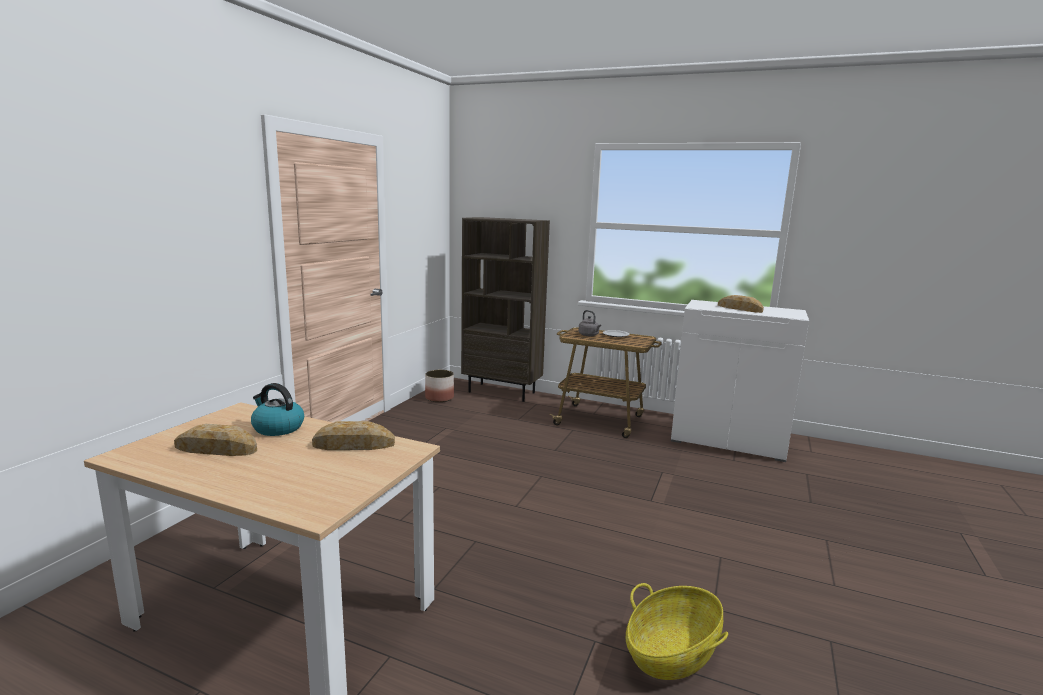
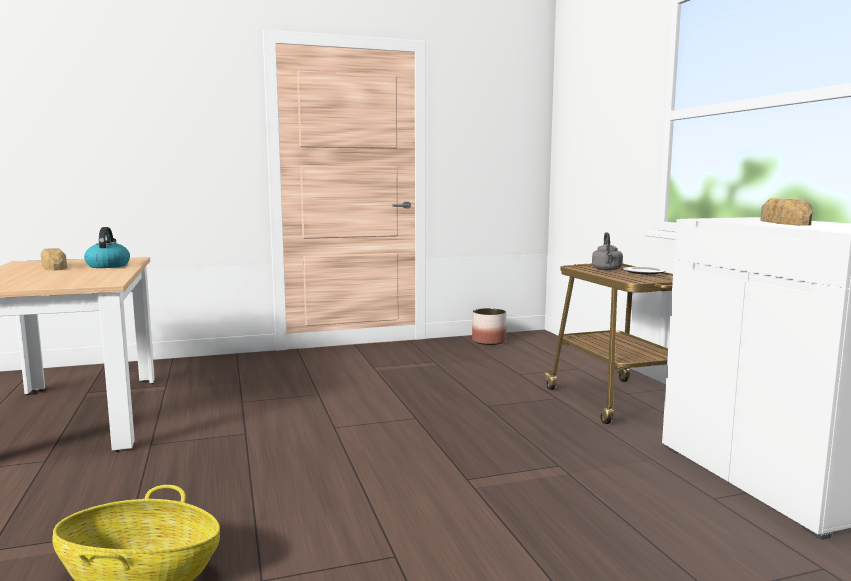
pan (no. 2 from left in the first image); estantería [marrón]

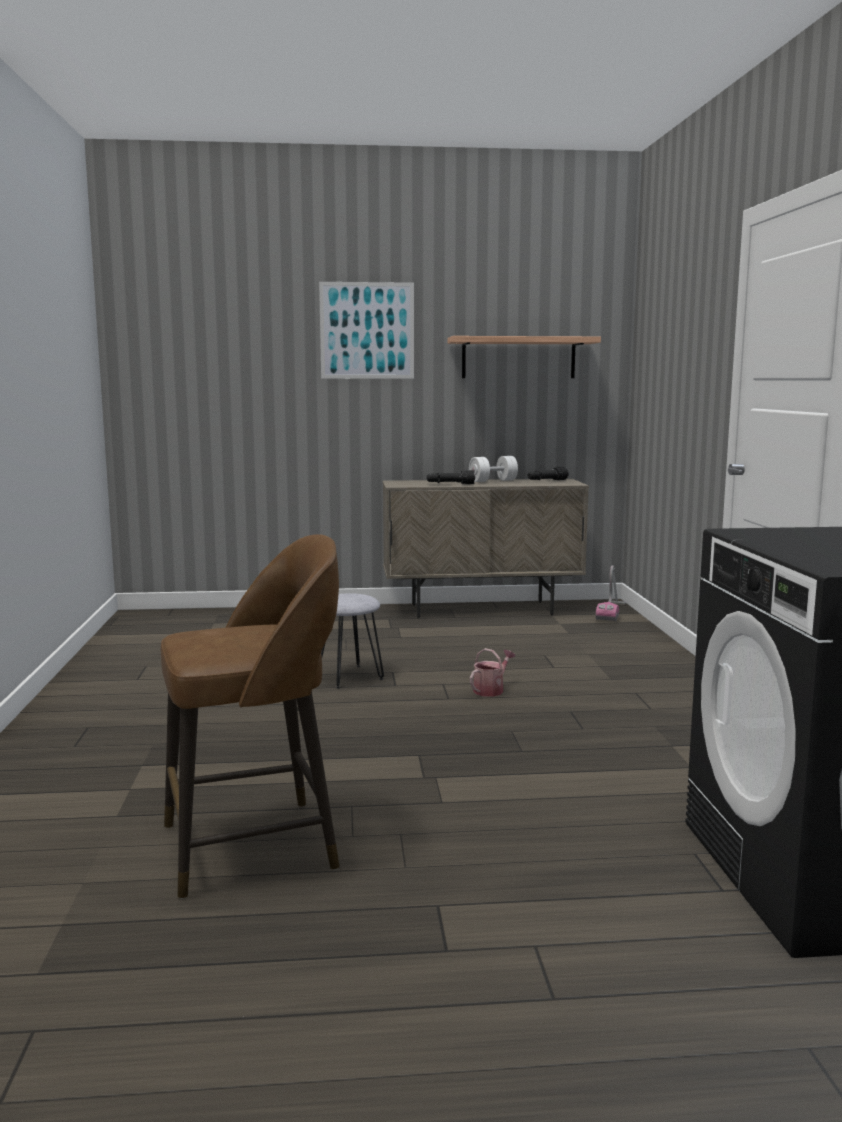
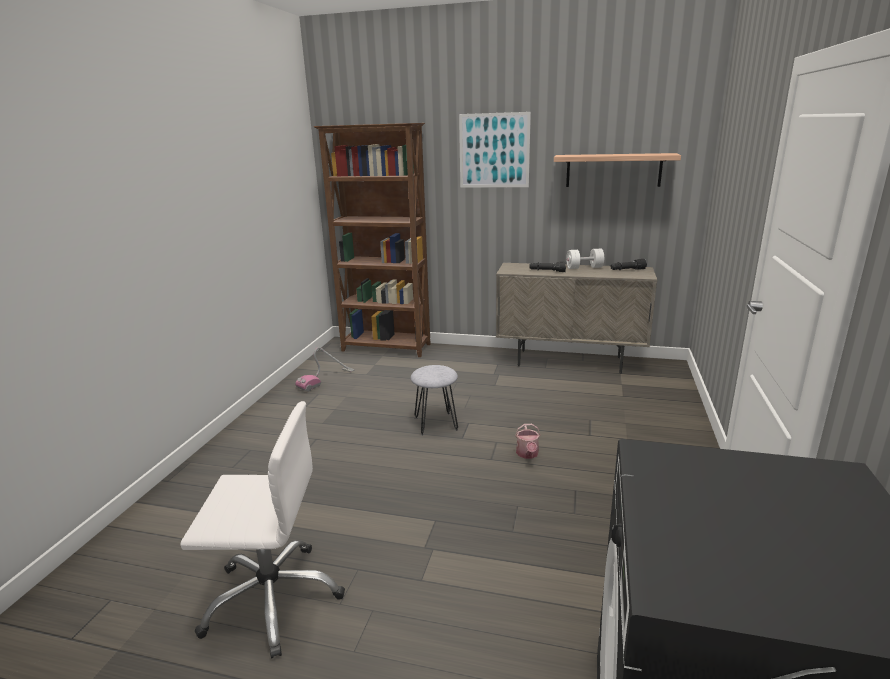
silla de oficina [blanco]; aspiradora; estantería [marrón]; regadera

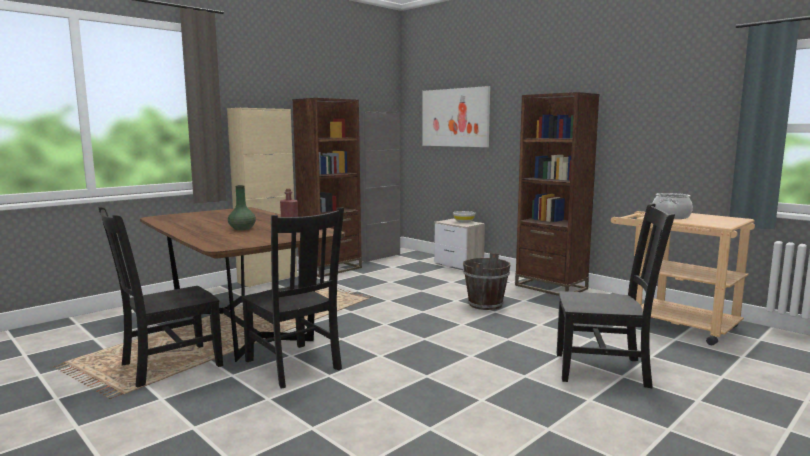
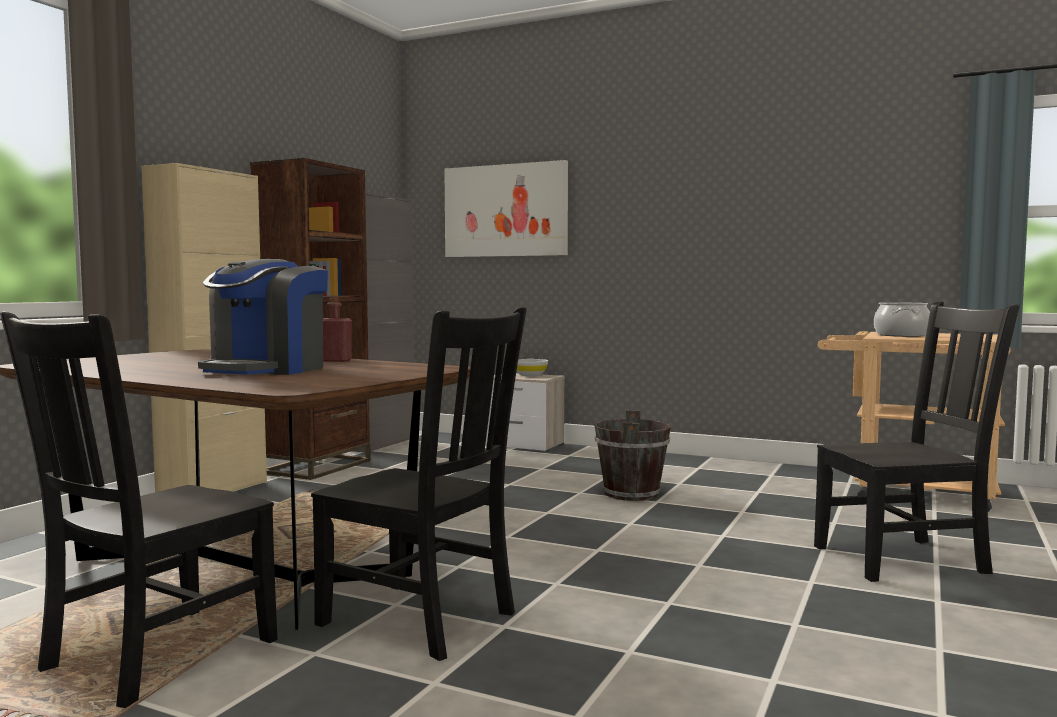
cafetera; estantería [marrón] (no. 2 from left in the first image)

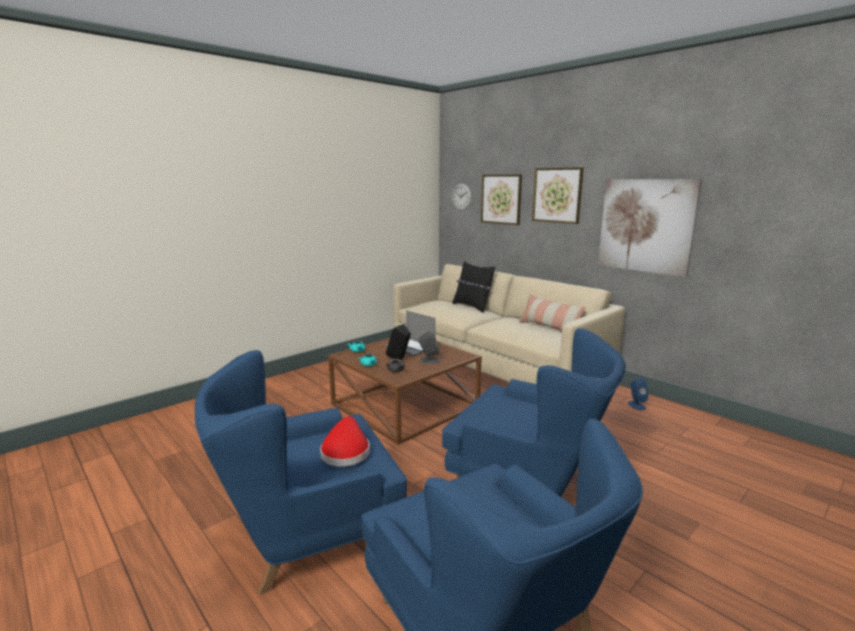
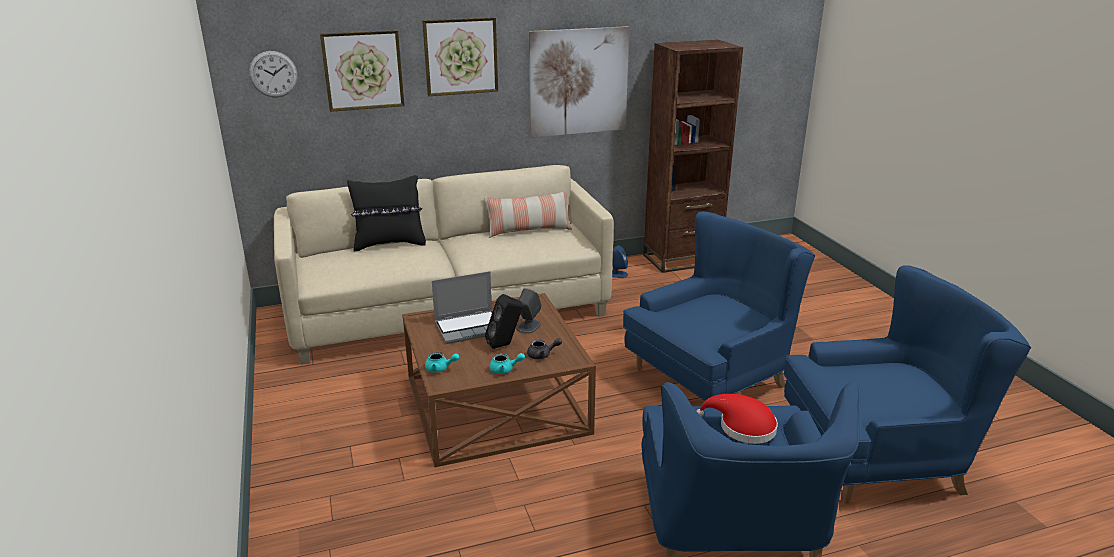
estantería [marrón]

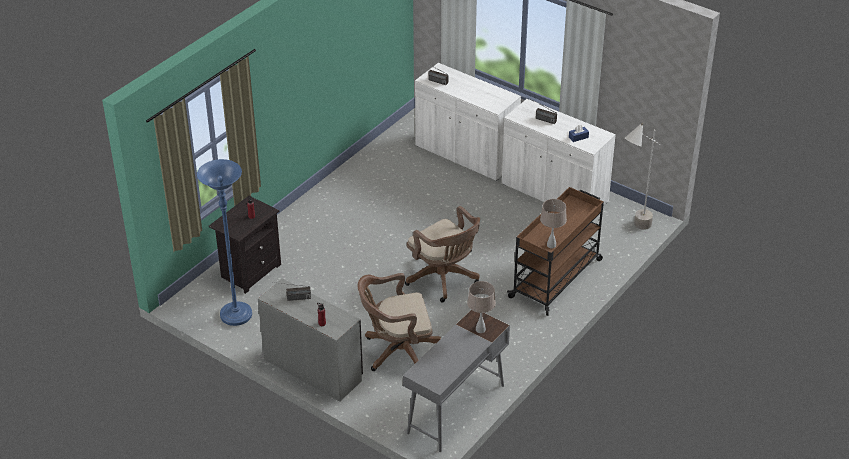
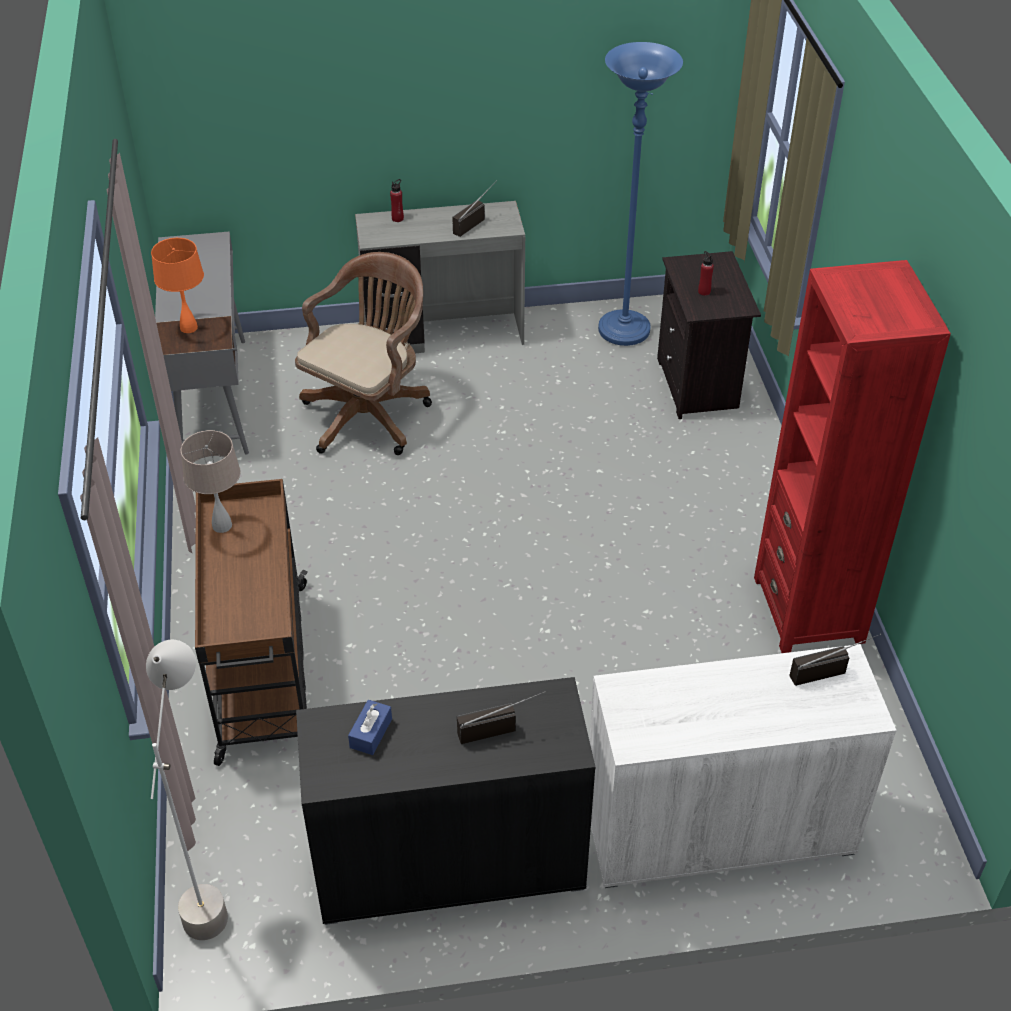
lámpara de mesa [naranja]; armario [negro]; estantería [rojo]; silla de oficina [marrón] (no. 2 from left in the first image)

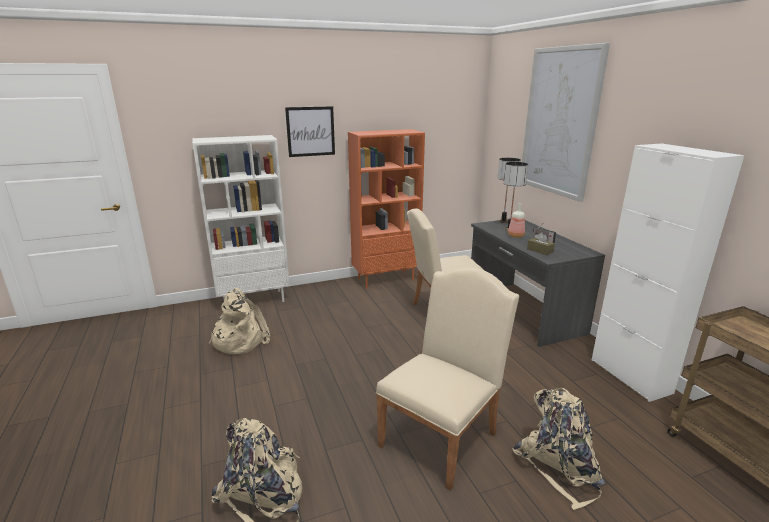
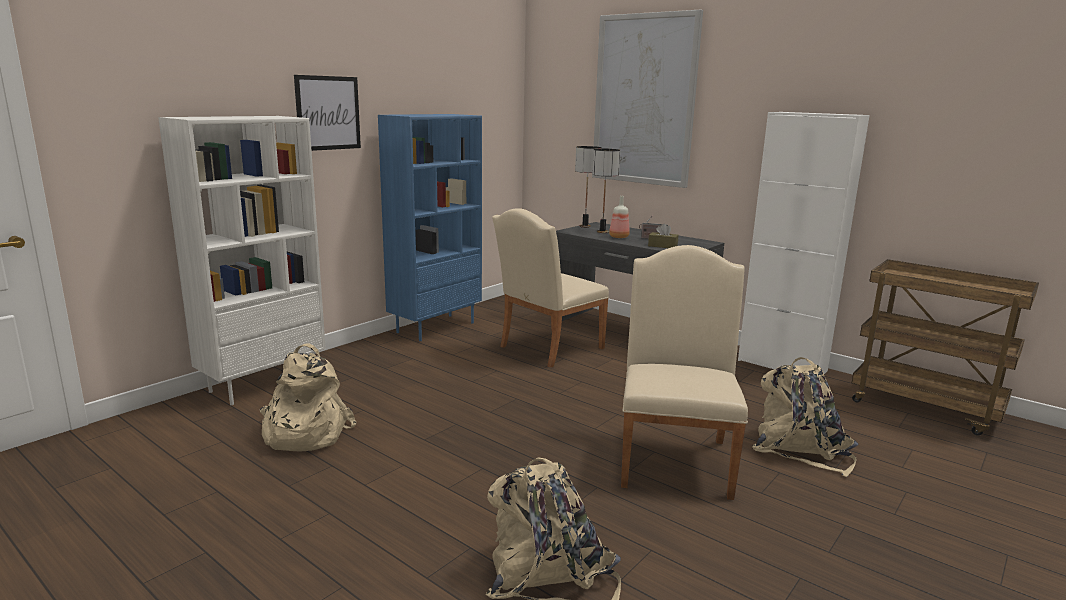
estantería [azul]

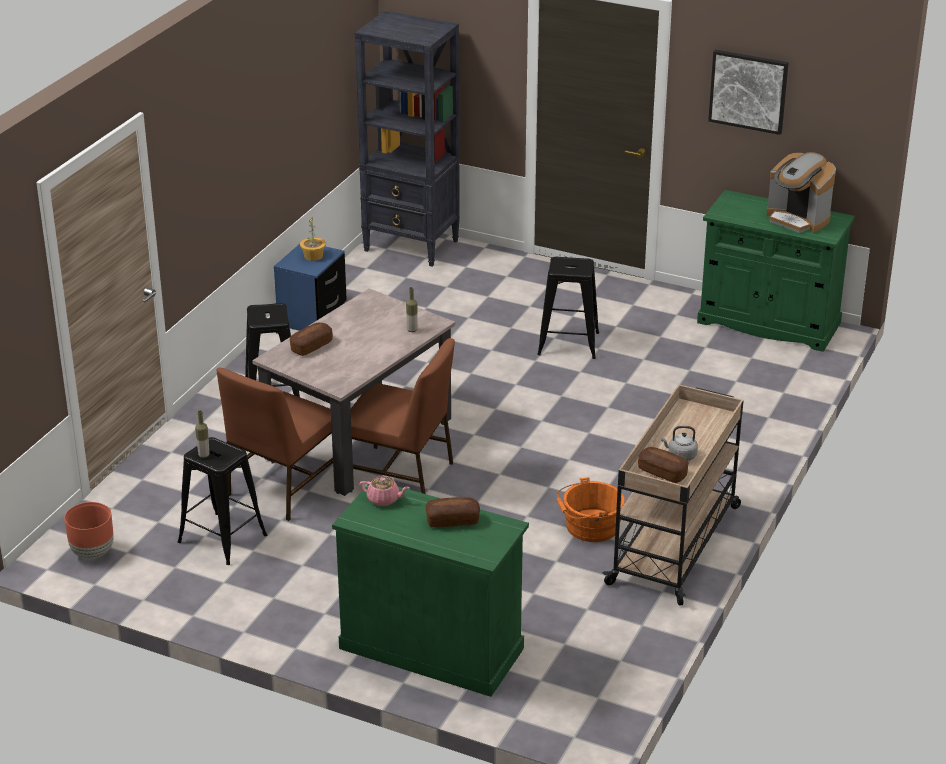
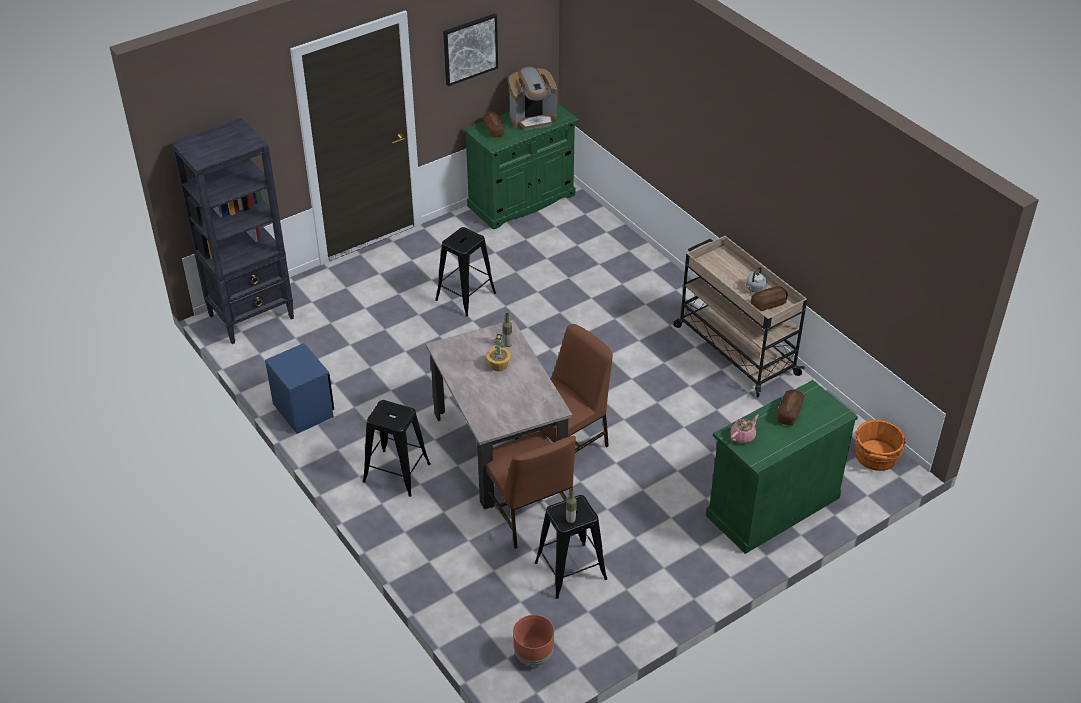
pan (no. 1 from left); planta en maceta; cubo [naranja]

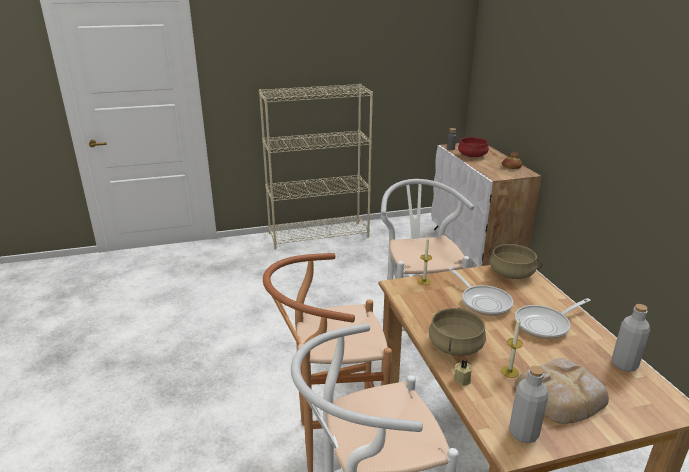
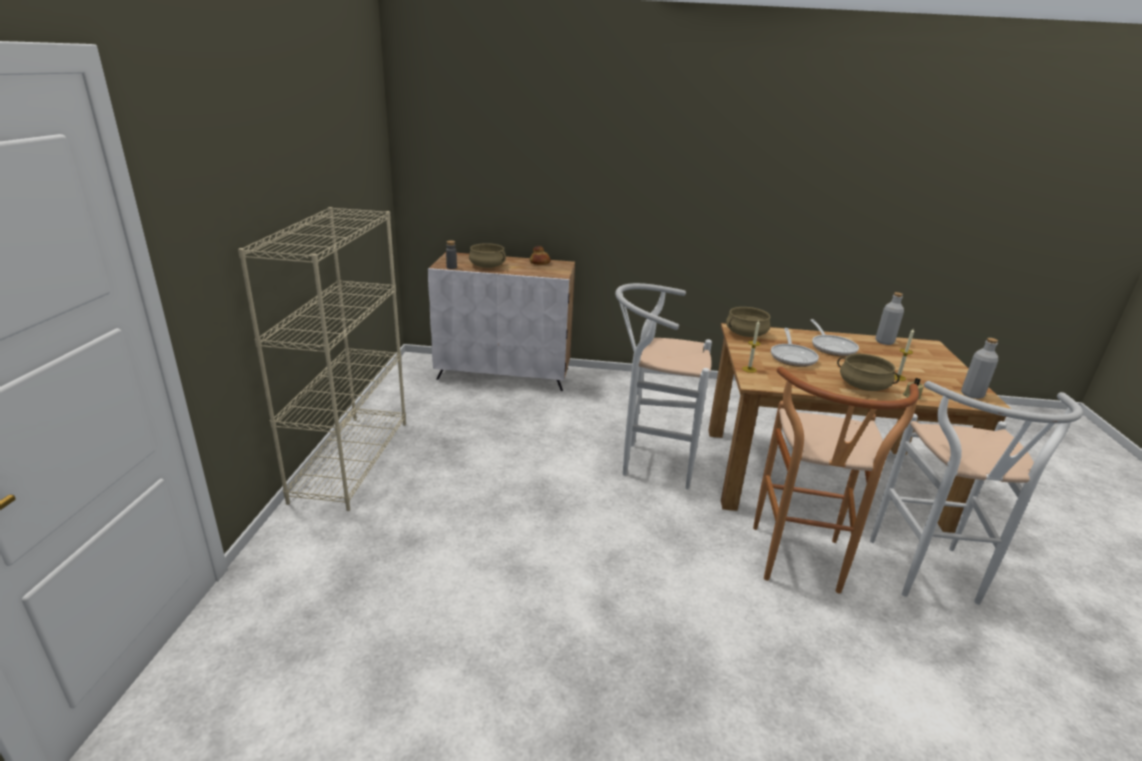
olla [beis] (no. 1 from left); sartén (no. 1 from left); pan (no. 2 from left in the first image)

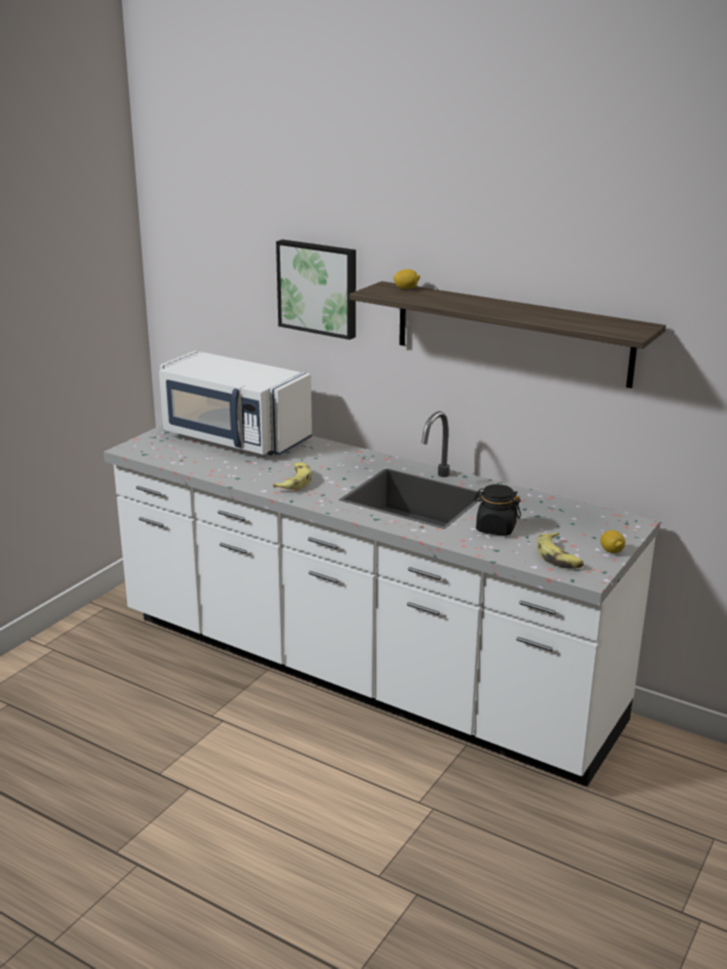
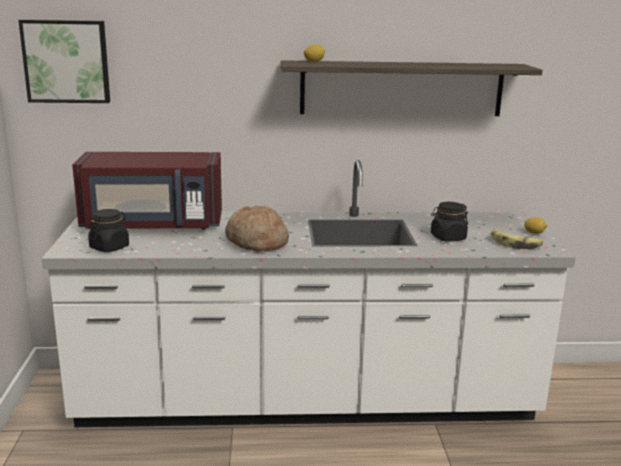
cuadro; microondas [rojo]; tarro [negro] (no. 1 from left); pan

